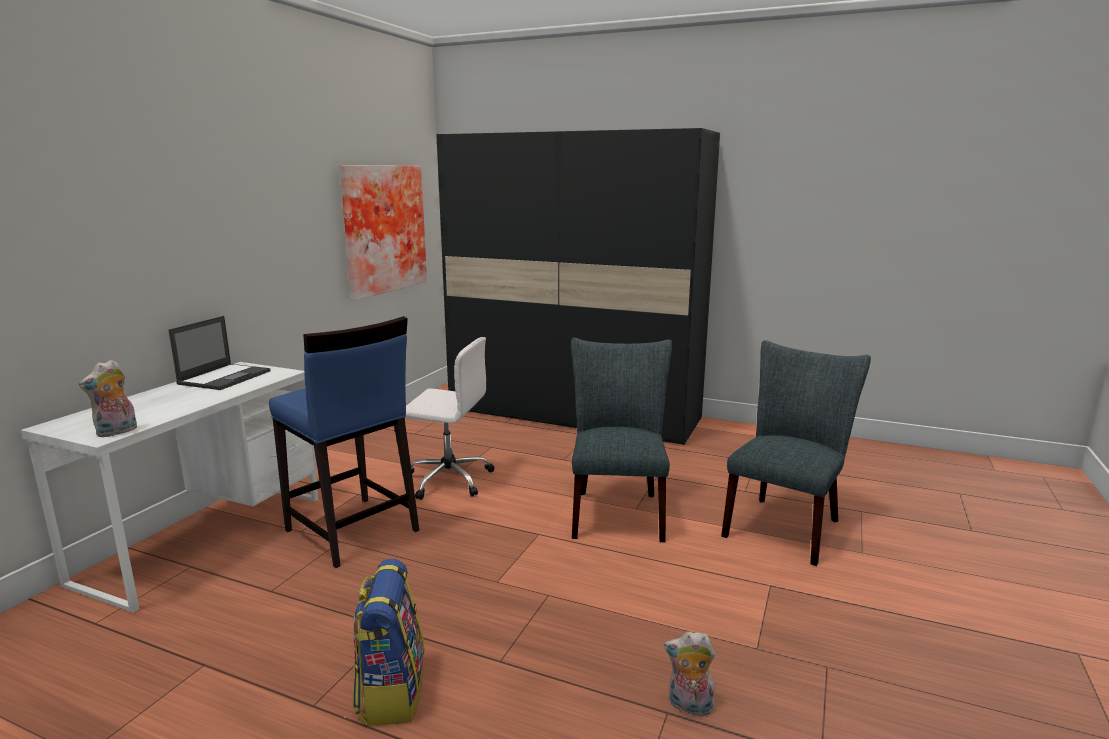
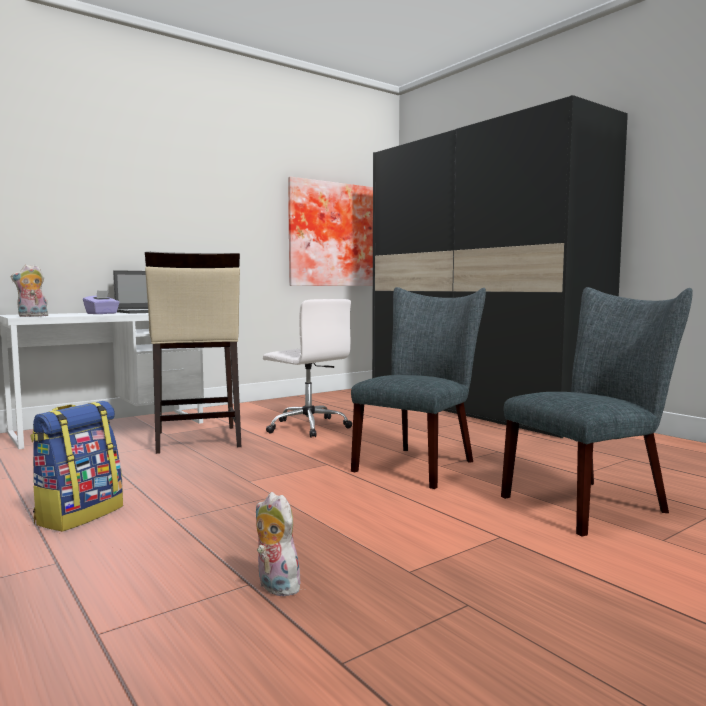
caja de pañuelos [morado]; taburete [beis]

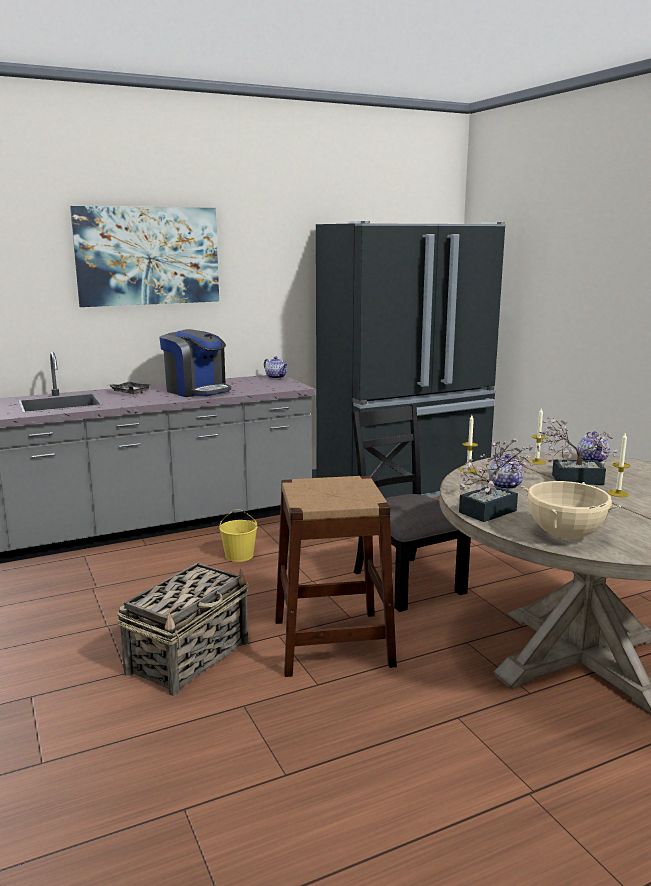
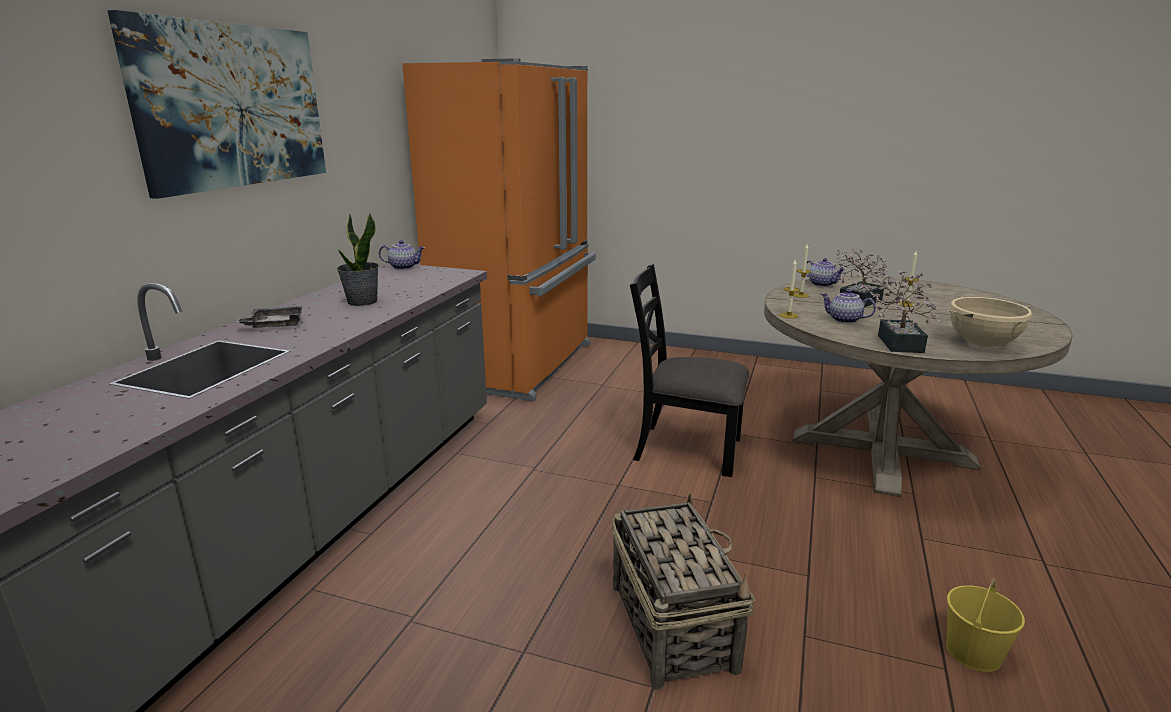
planta en maceta (no. 1 from left); nevera [naranja]; cubo [amarillo]; taburete [marrón]

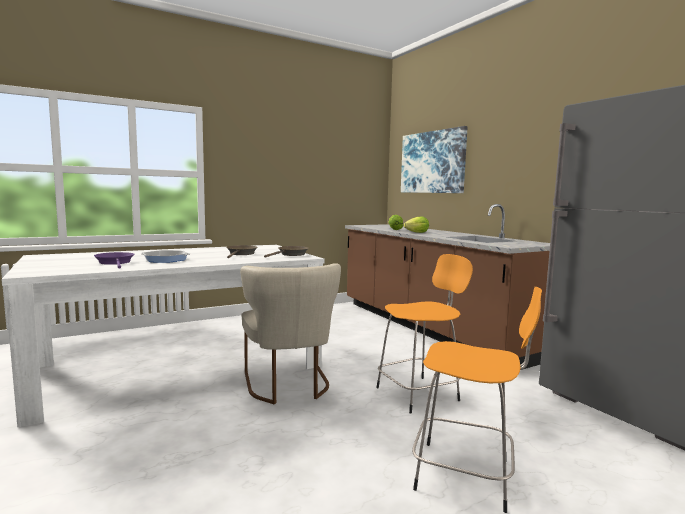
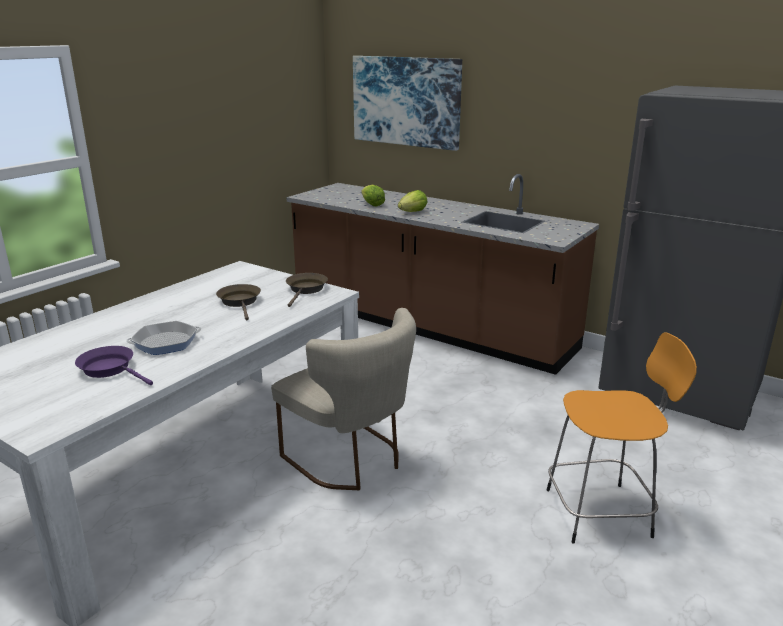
taburete [naranja] (no. 1 from left in the first image)

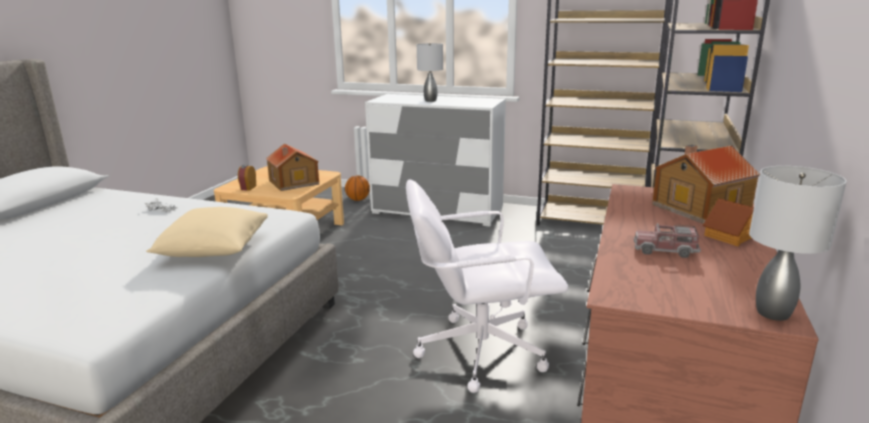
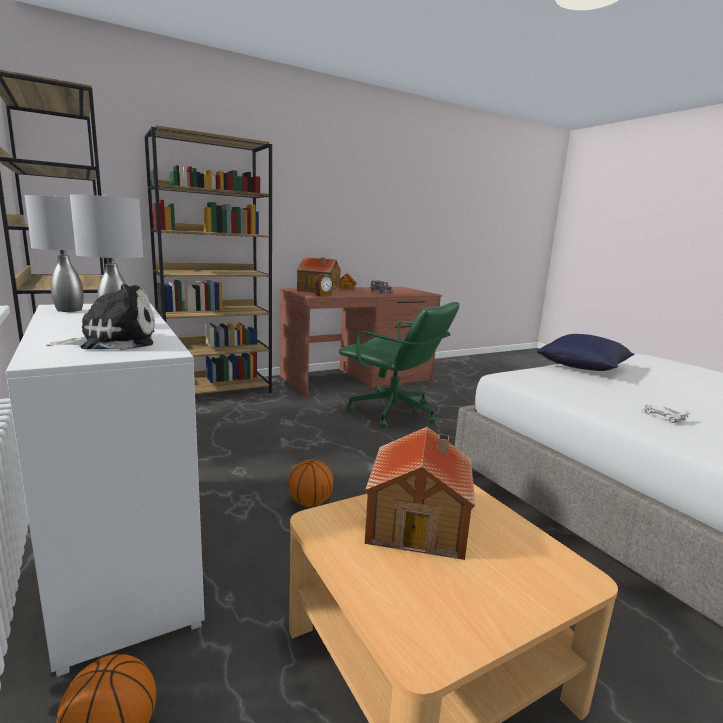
lámpara de mesa [gris] (no. 1 from left); peluche; balón de baloncesto (no. 2 from left); despertador; silla de oficina [verde]; cojín [azul]

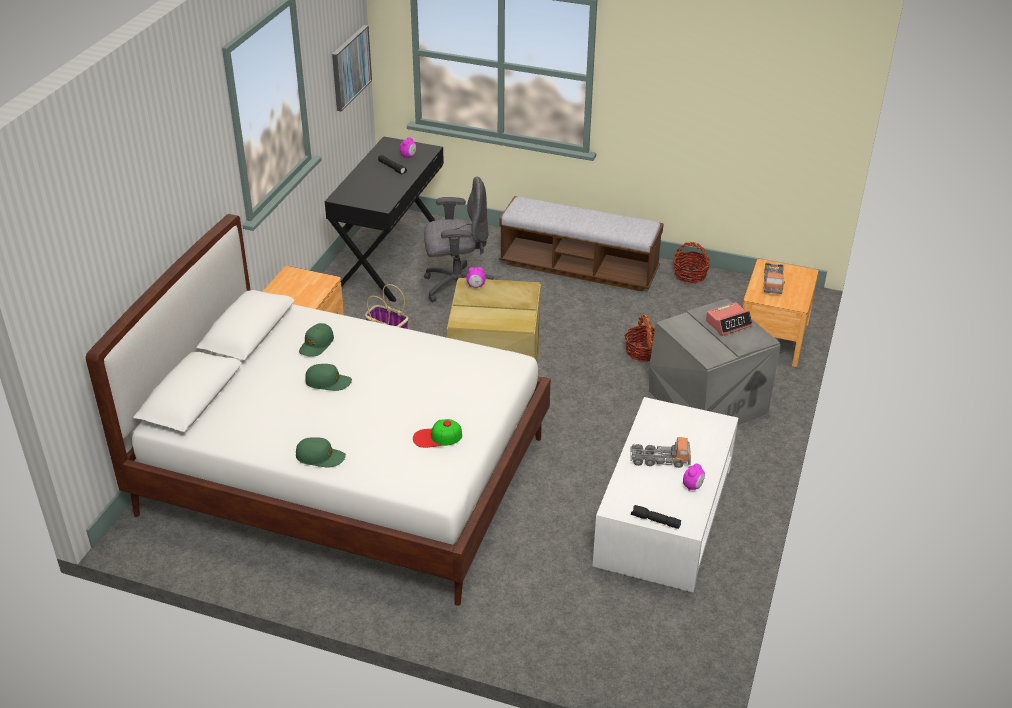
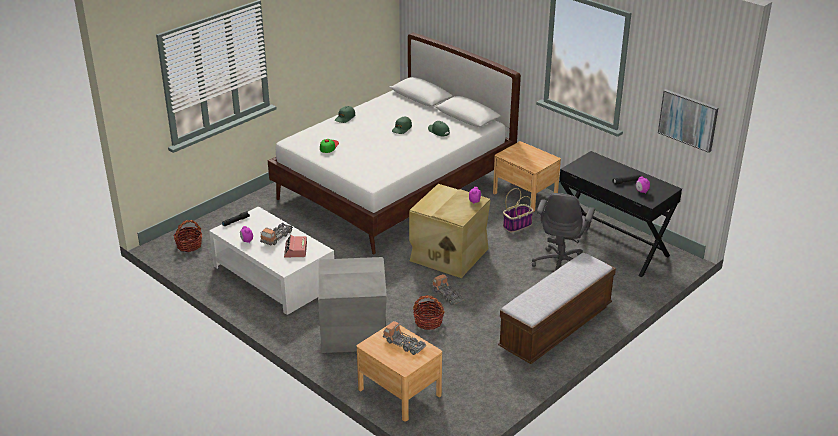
cesta (no. 1 from left); despertador (no. 2 from left); camión de juguete (no. 3 from left)

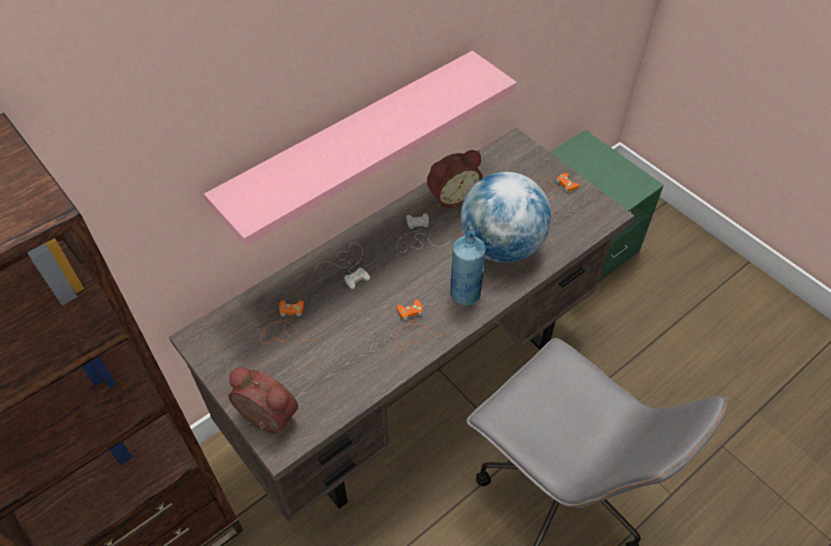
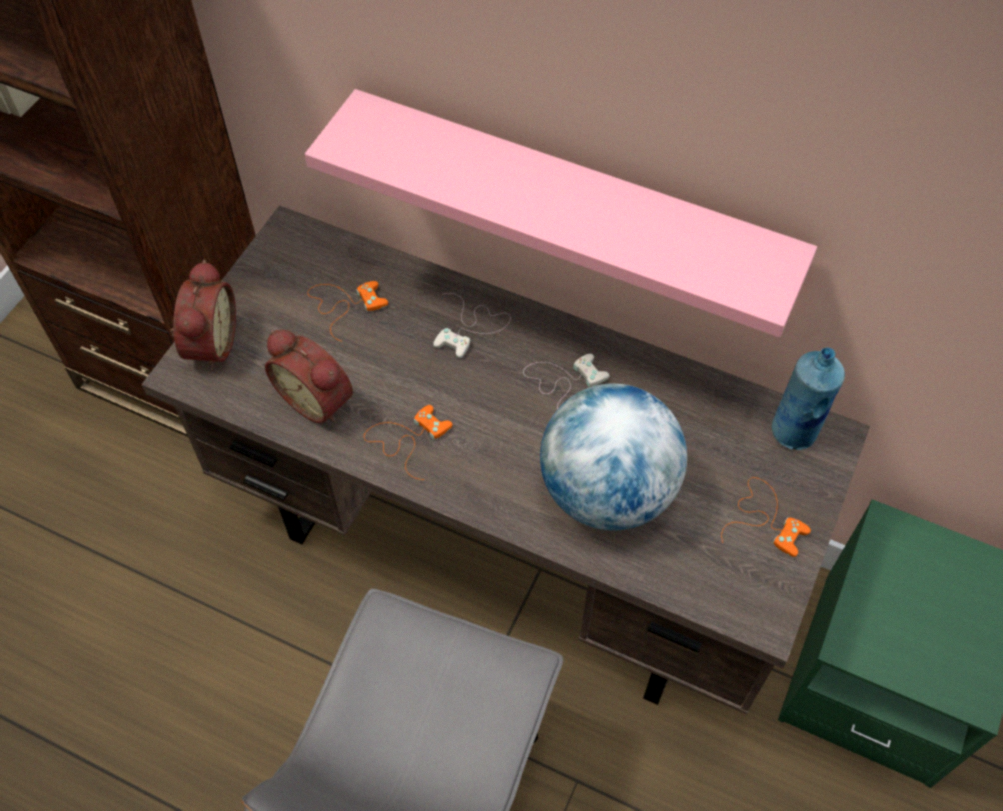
despertador (no. 2 from left); botella [azul]

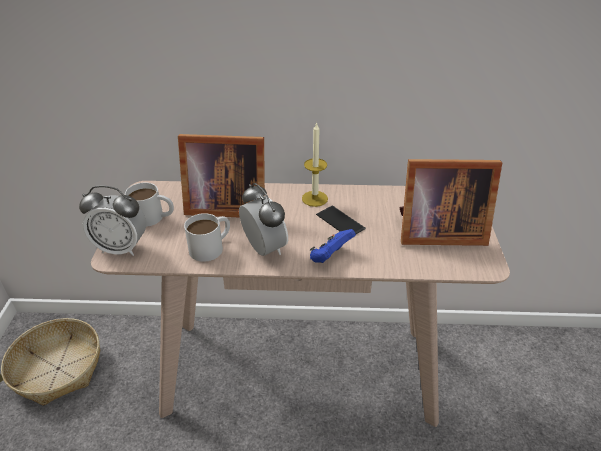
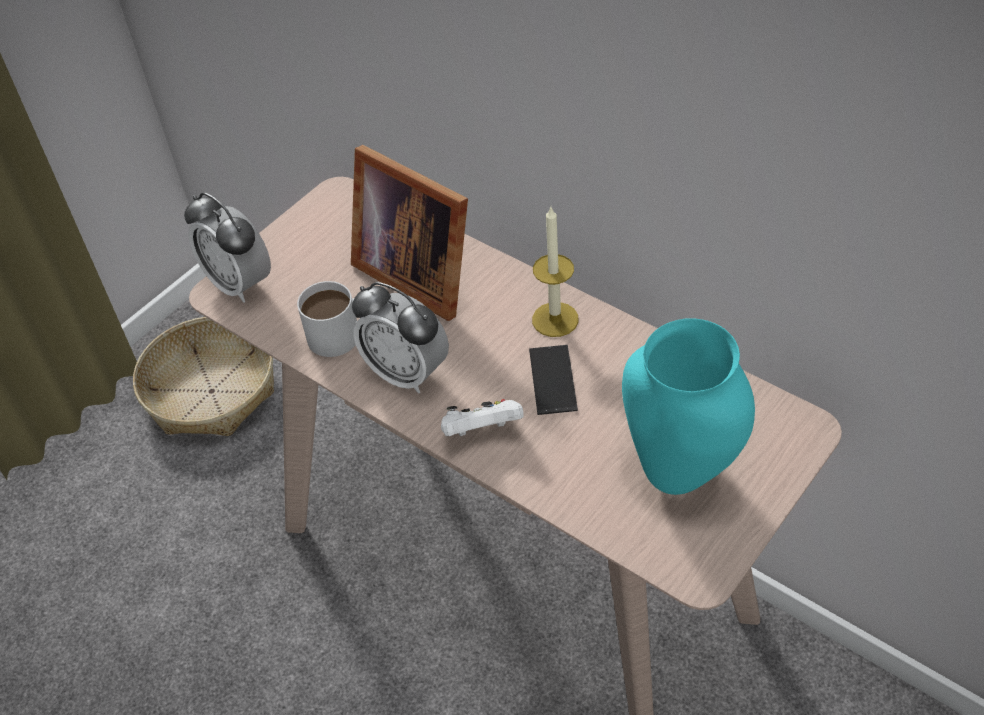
despertador (no. 2 from left); mando de consola [blanco]; florero [turquesa]; taza grande [blanco] (no. 1 from left in the first image)

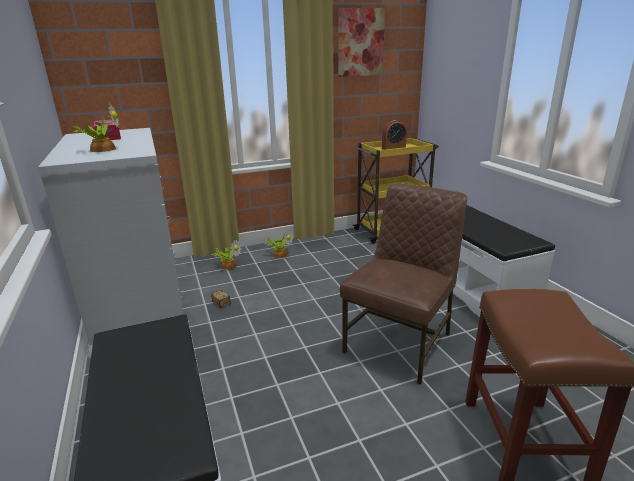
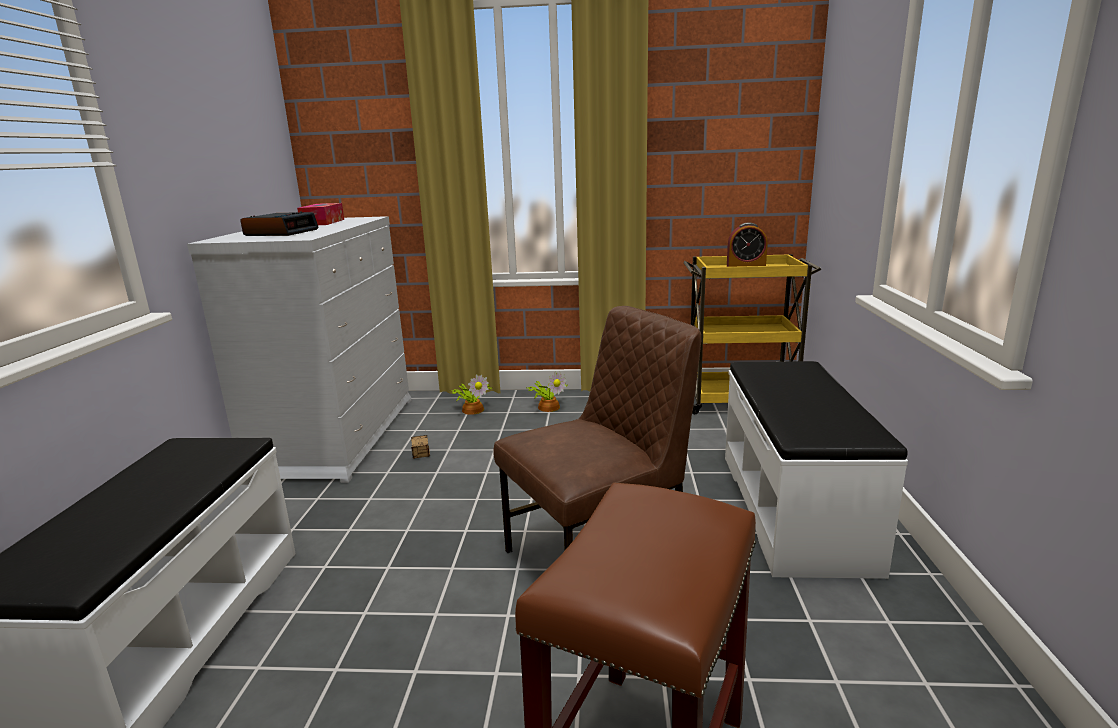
despertador (no. 1 from left); cuadro

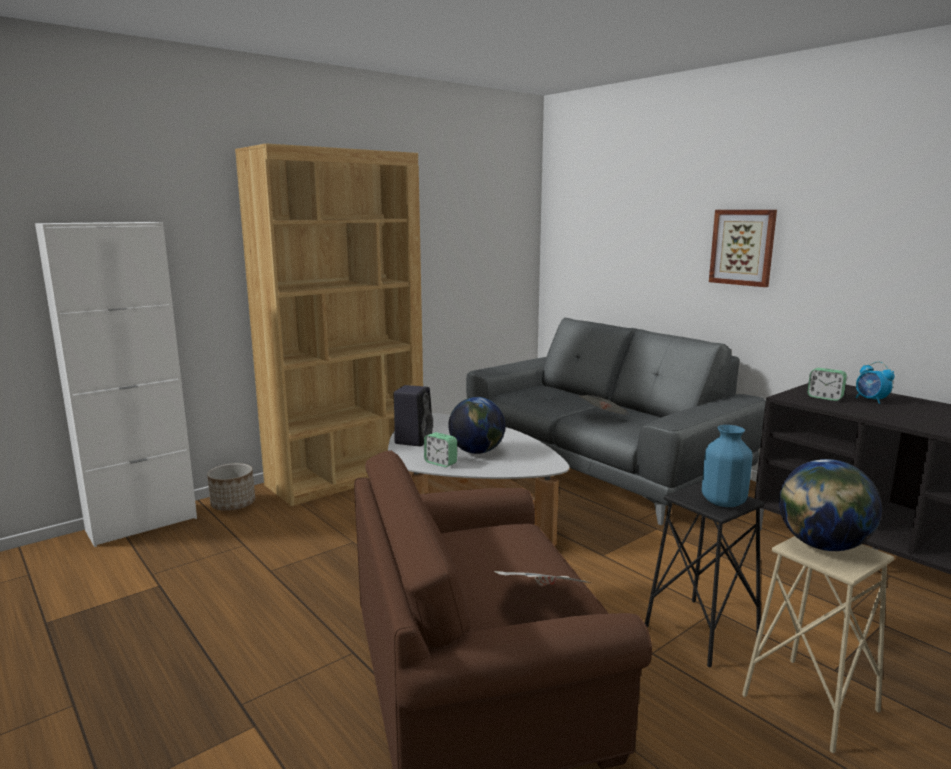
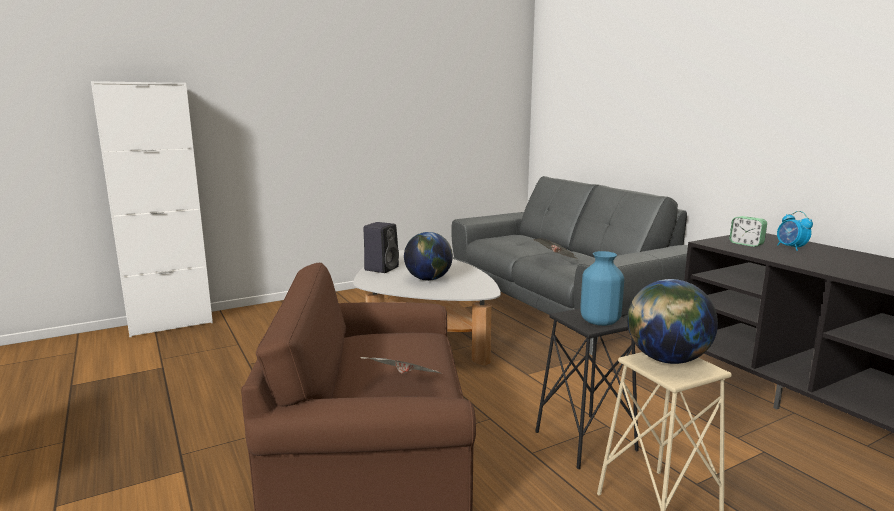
maceta; estantería [marrón]; despertador (no. 1 from left in the first image); cuadro

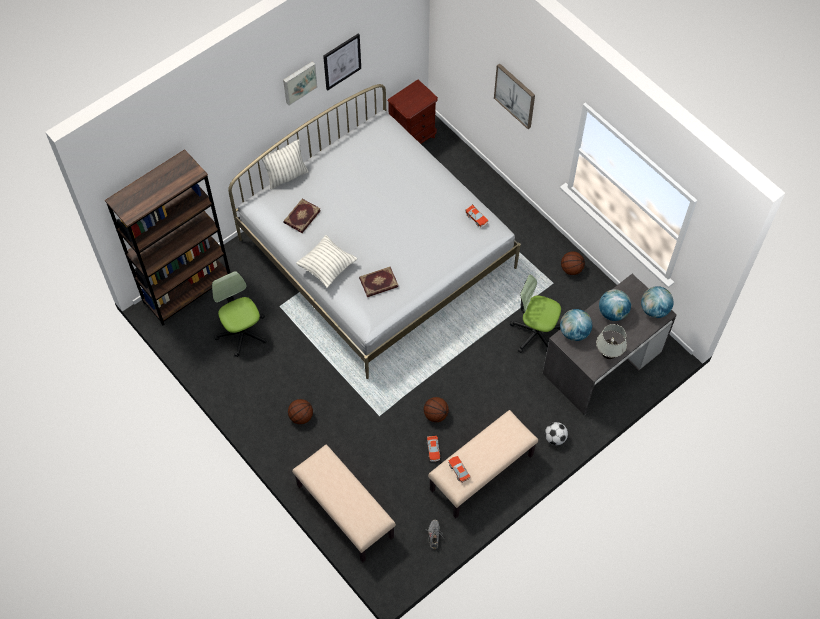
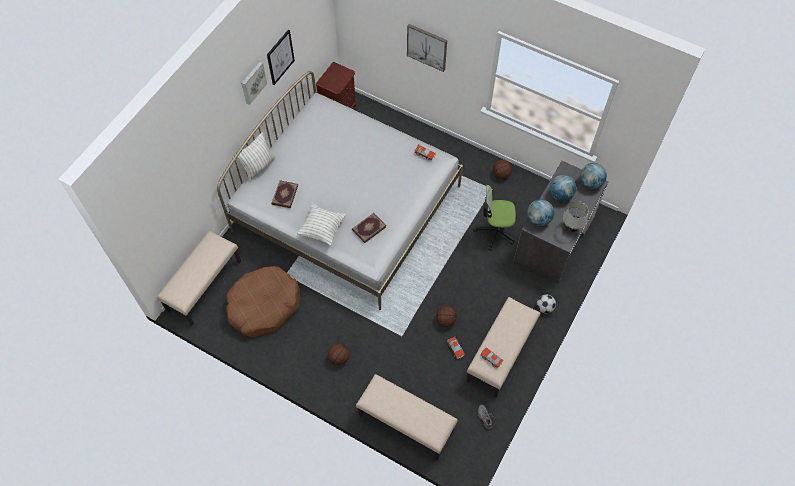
banco [beis] (no. 1 from left); cama para perro [marrón]

